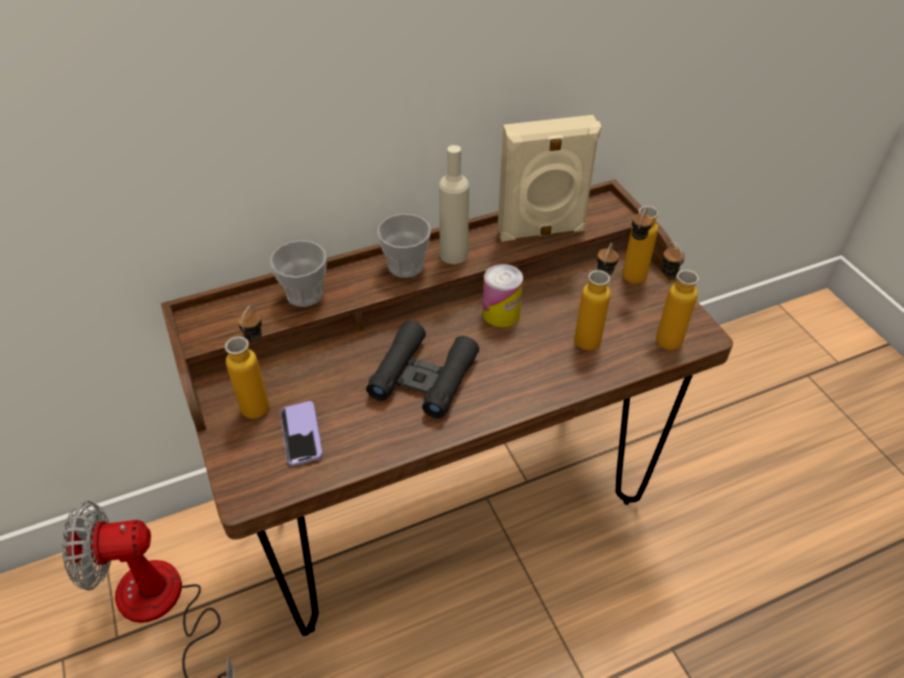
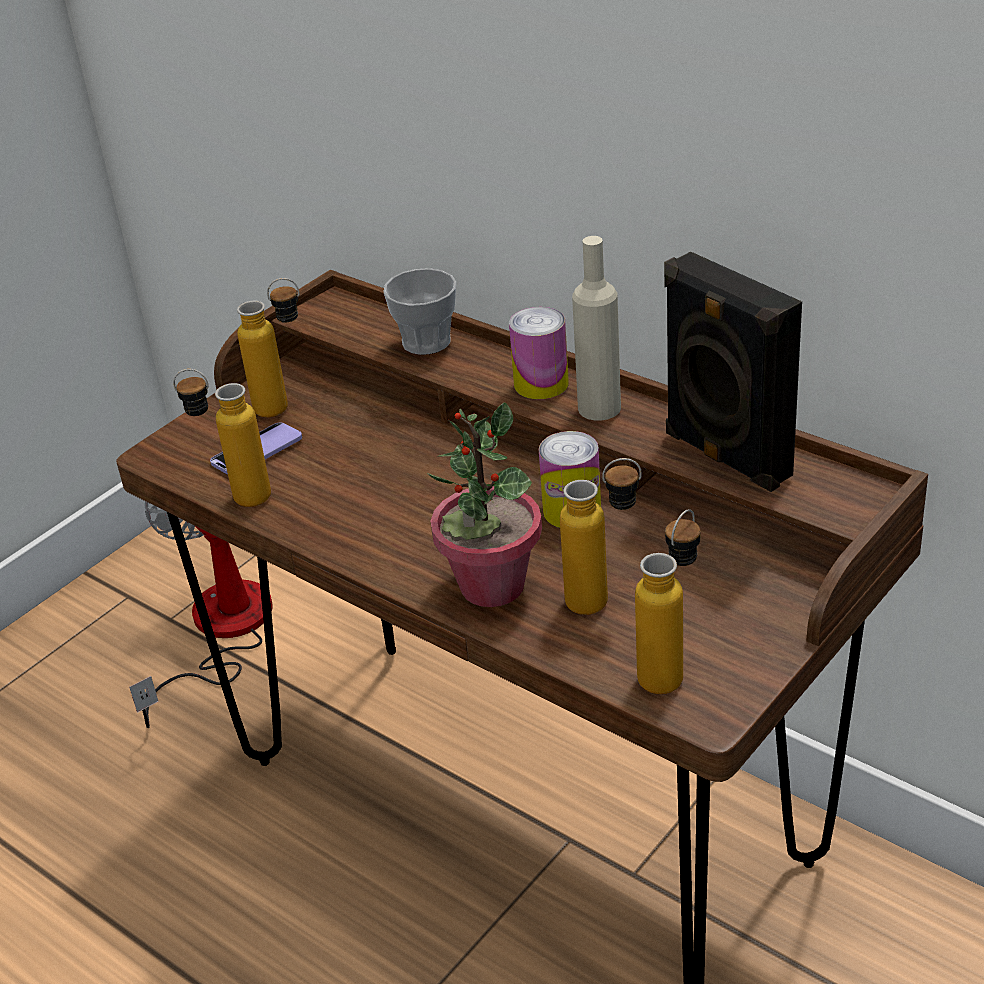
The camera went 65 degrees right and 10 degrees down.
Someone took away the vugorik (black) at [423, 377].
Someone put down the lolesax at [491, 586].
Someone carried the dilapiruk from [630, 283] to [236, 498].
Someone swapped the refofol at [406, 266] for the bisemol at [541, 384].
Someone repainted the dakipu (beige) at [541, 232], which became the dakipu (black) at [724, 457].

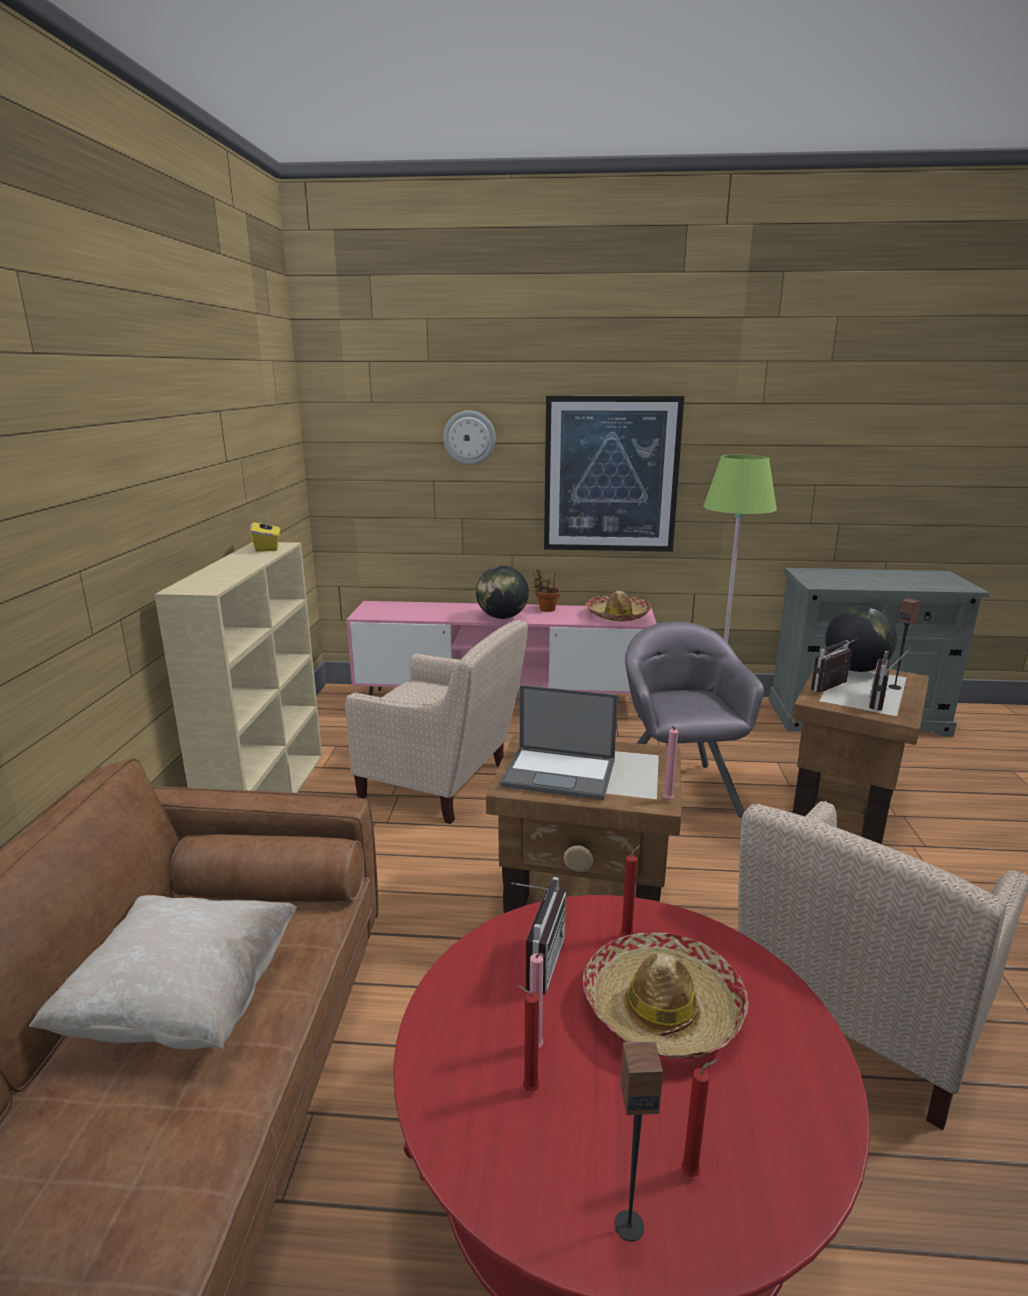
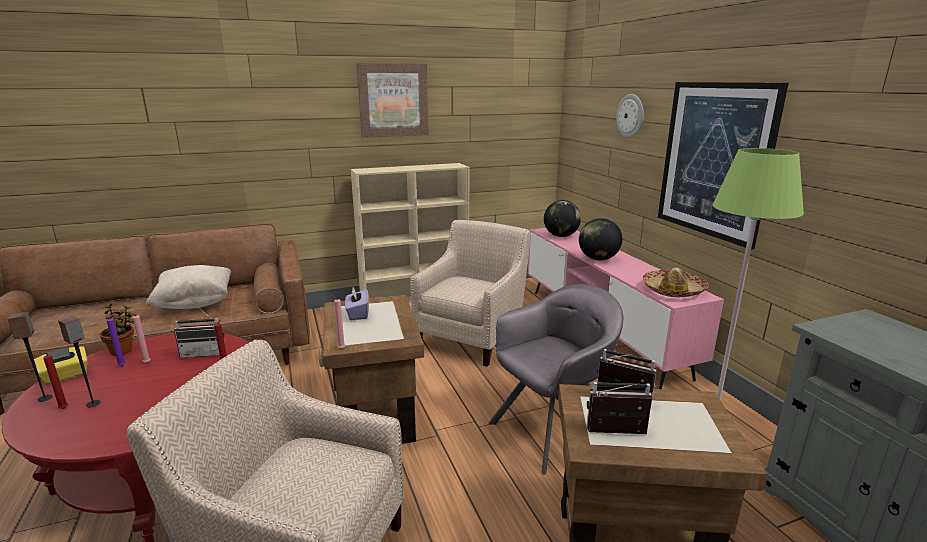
The camera went 65 degrees right and 0 degrees up.
Someone took away the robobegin at [662, 1008].
Someone put up the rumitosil at [393, 100].
Someone carried the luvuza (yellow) from [267, 548] to [66, 376].
Someone carried the lolesax from [545, 609] to [123, 350].
Someone carried the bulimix from [855, 669] to [561, 236].
Someone carried the dakipu from [894, 687] to [93, 404].
Someone swapped the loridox at [561, 773] for the luvuza (purple) at [358, 314].
Someone repainted the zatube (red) at [528, 1089], which became the zatube (purple) at [122, 366].
Someone rotated the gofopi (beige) at [442, 784] by 150 degrees counterclockwise.

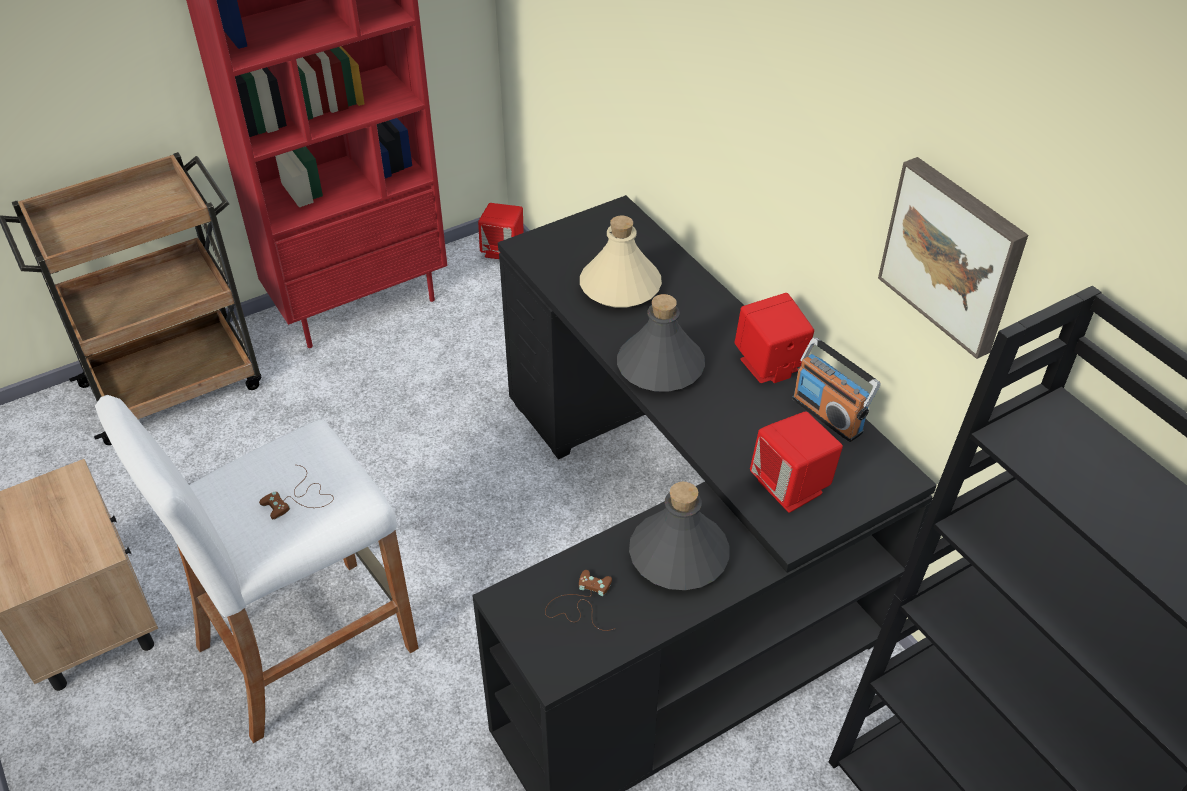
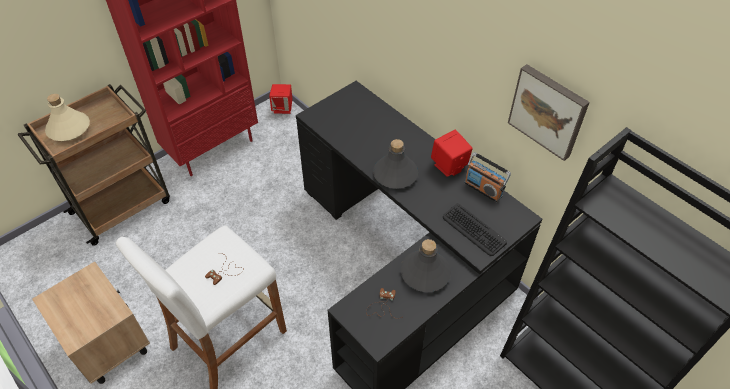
The camera went 10 degrees left and 5 degrees up.
Someone carried the dilapiruk (beige) from [620, 286] to [69, 129].
Someone swapped the dakipu (red) at [791, 487] for the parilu at [473, 230].

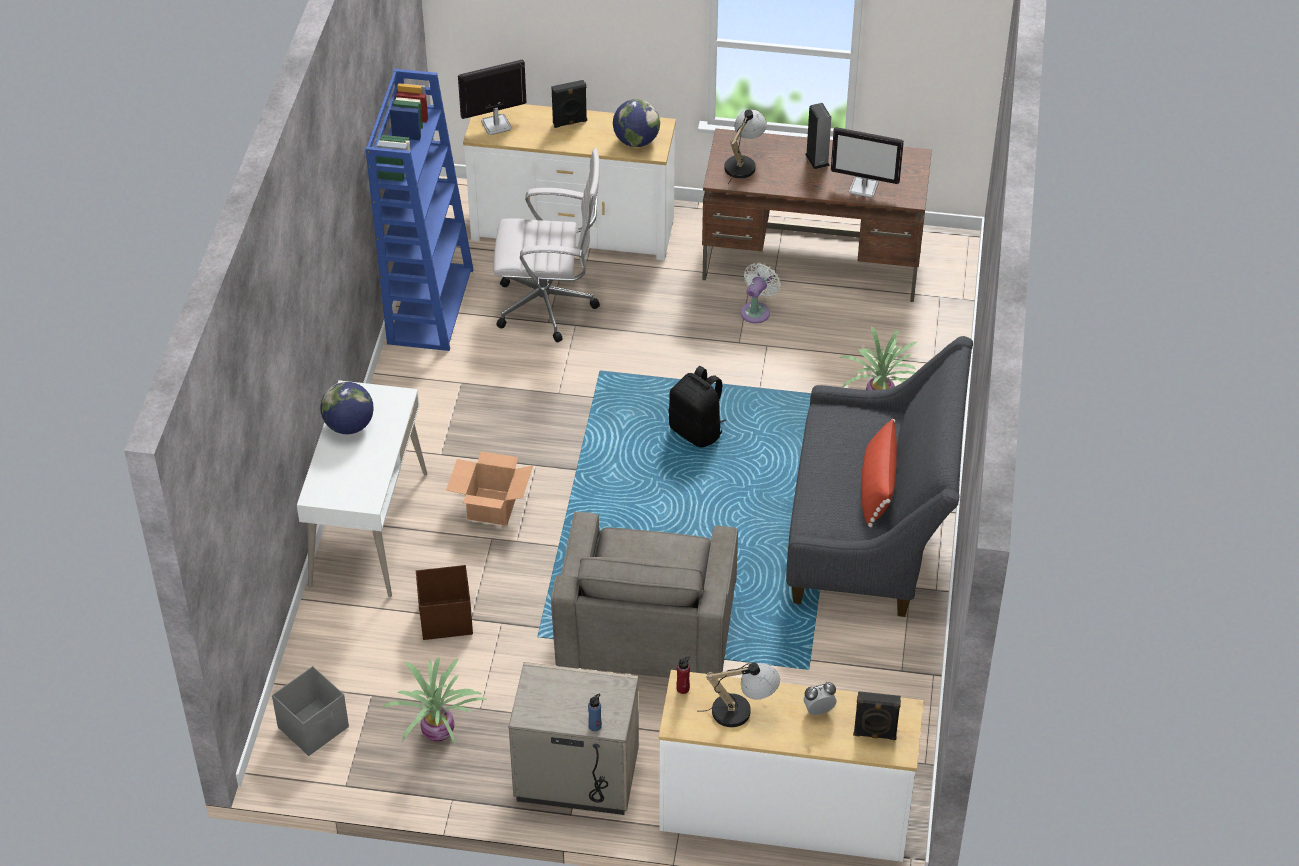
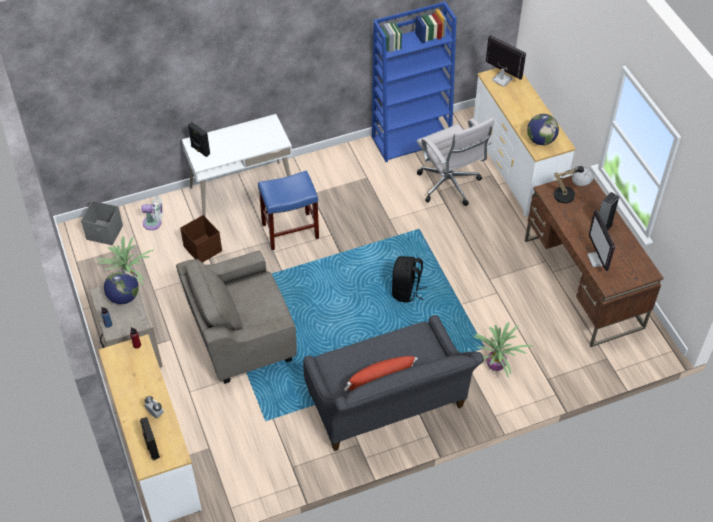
The camera went 60 degrees right and 5 degrees up.
Someone took away the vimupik at [742, 711].
Someone carried the bulimix from [349, 426] to [123, 297].
Someone carried the dakipu (black) from [570, 123] to [200, 150].
Someone carried the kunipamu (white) from [757, 310] to [154, 223].
Someone swapped the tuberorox at [492, 507] for the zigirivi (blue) at [289, 231].

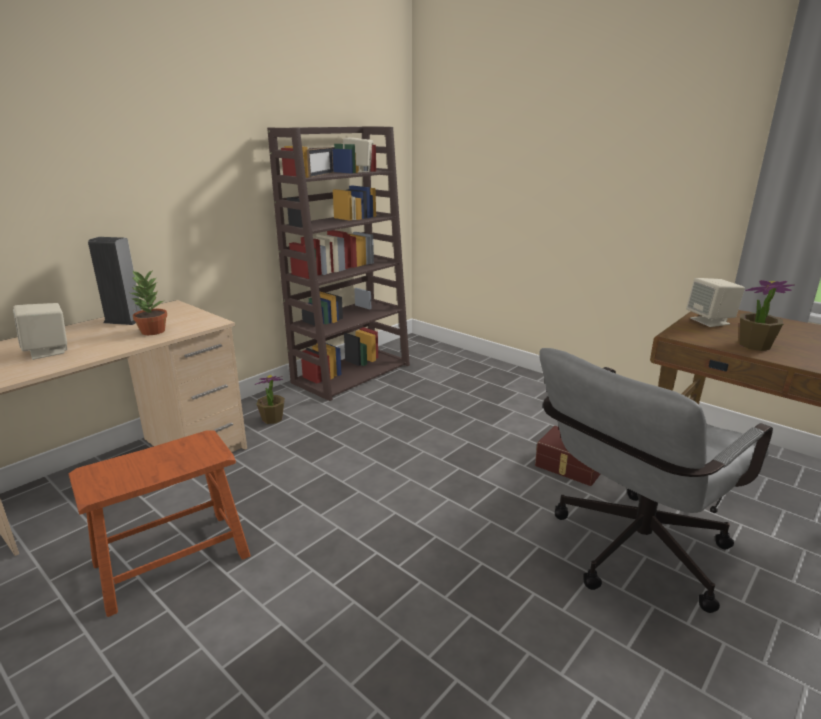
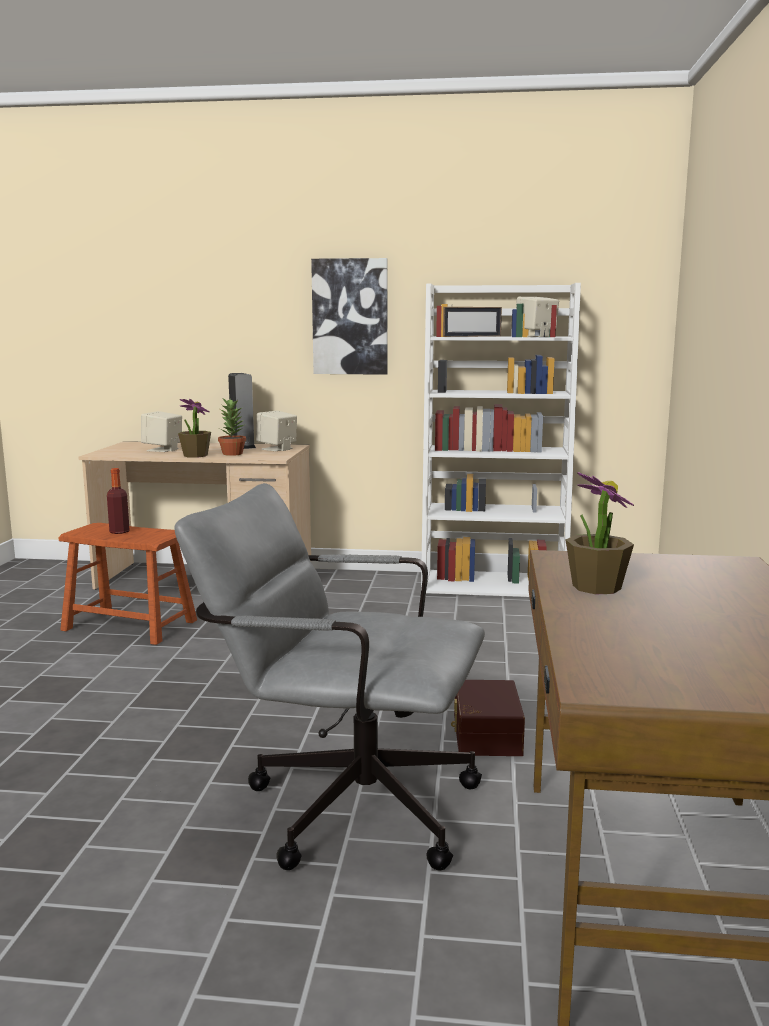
The camera went 55 degrees right and 10 degrees down.
Someone put down the dilapiruk at [119, 531].
Someone put up the rumitosil at [350, 317].
Someone carried the lolesax from [272, 419] to [195, 455].
Someone carried the dakipu (beige) from [710, 321] to [277, 449].
Someone repainted the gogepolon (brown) at [352, 373], which became the gogepolon (white) at [494, 587].

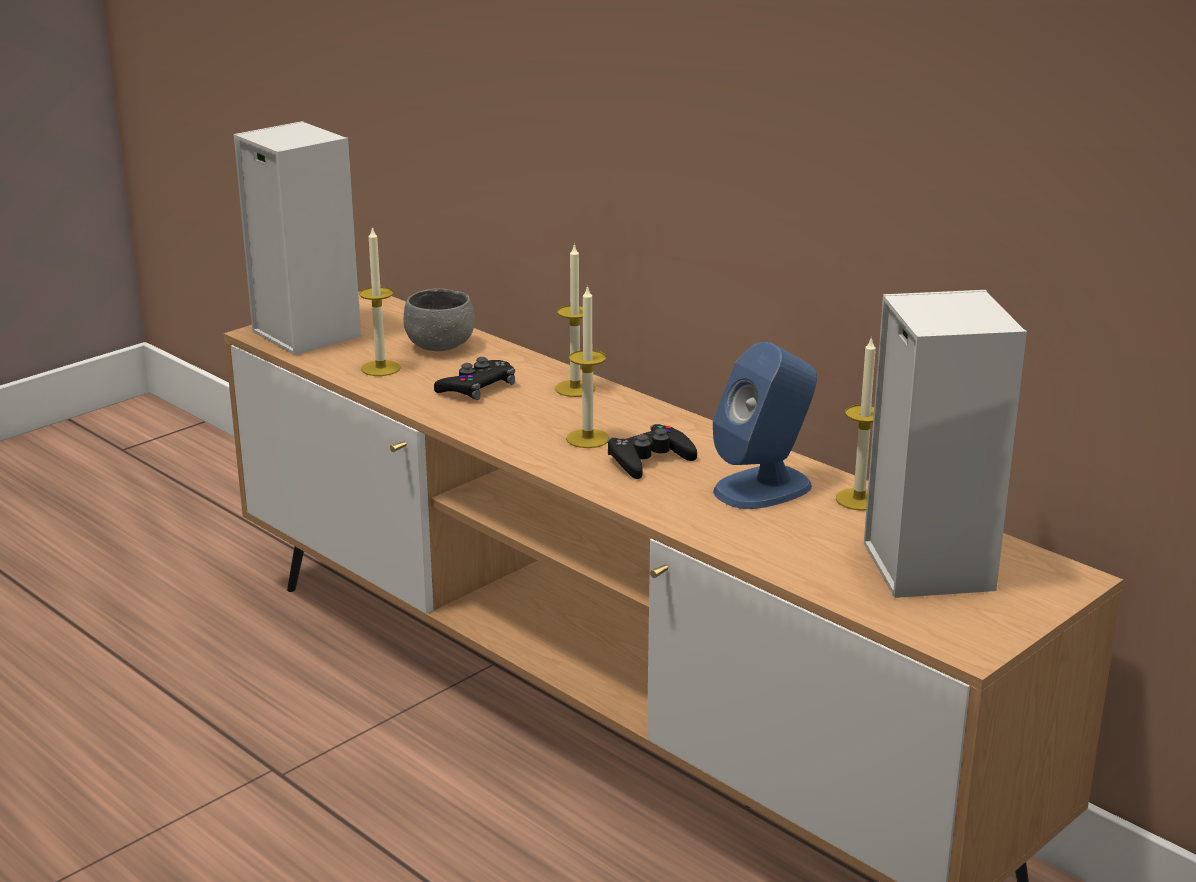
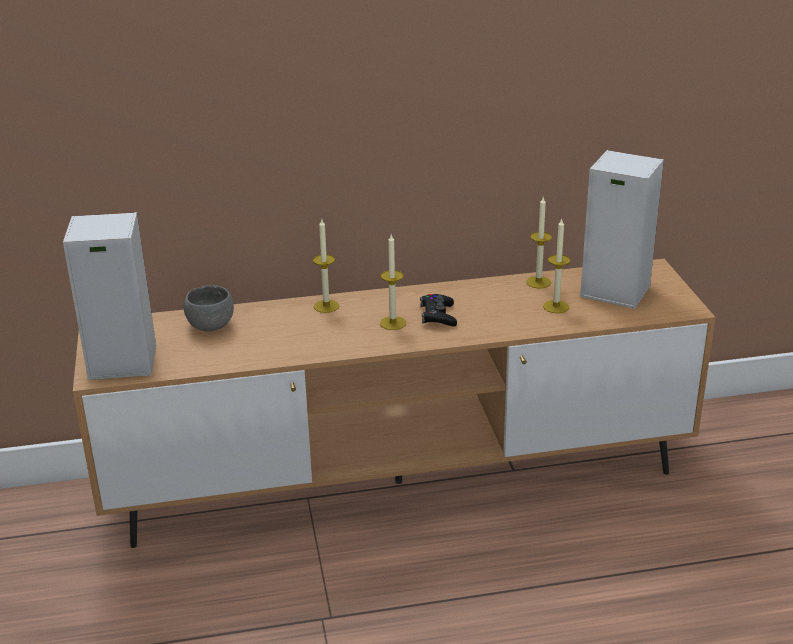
The camera went 55 degrees left and 5 degrees up.
Someone took away the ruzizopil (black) at [477, 388].
Someone took away the dakipu (blue) at [763, 488].
Someone carried the zatube from [380, 368] to [556, 306].

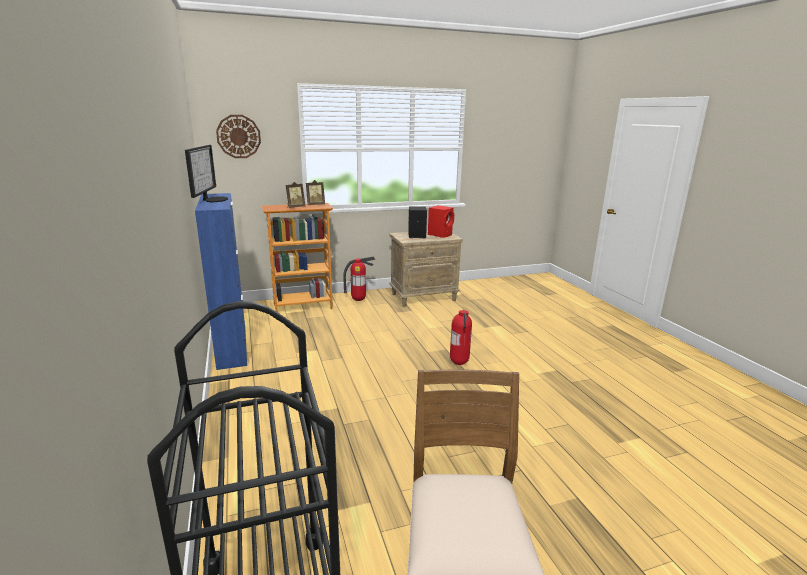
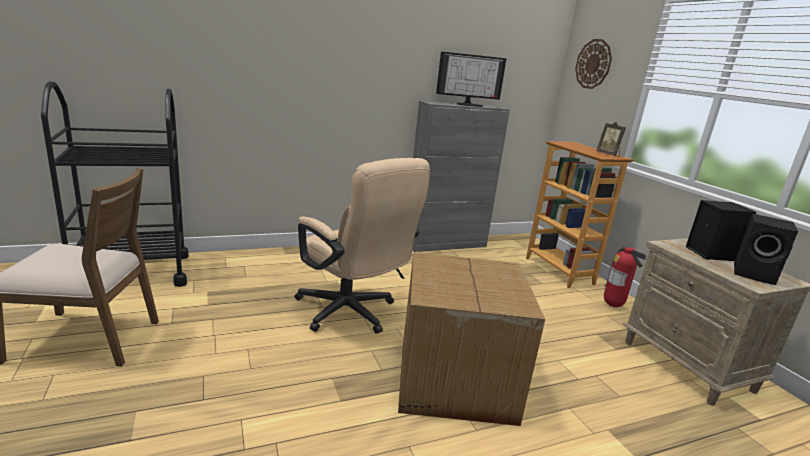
The camera went 85 degrees right and 0 degrees up.
Someone took away the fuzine at [295, 207].
Someone put down the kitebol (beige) at [351, 314].
Someone swapped the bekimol at [459, 363] for the tuberorox at [453, 380].
Someone repainted the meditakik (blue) at [232, 347], which became the meditakik (grey) at [446, 244].
Someone repainted the dakipu (red) at [440, 234], which became the dakipu (black) at [755, 274].

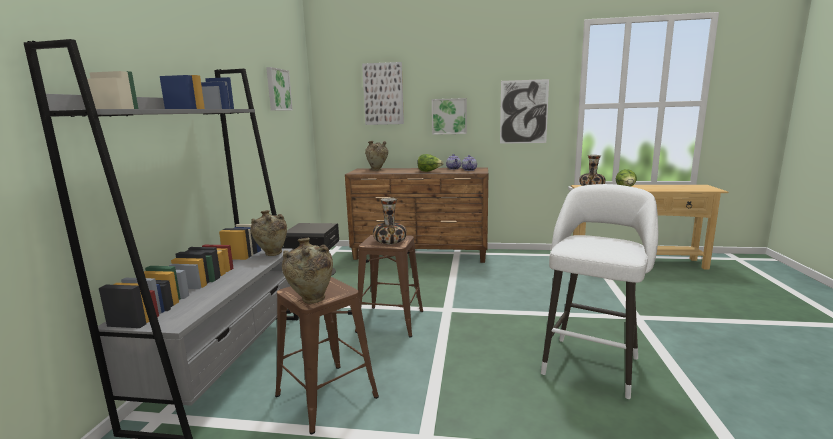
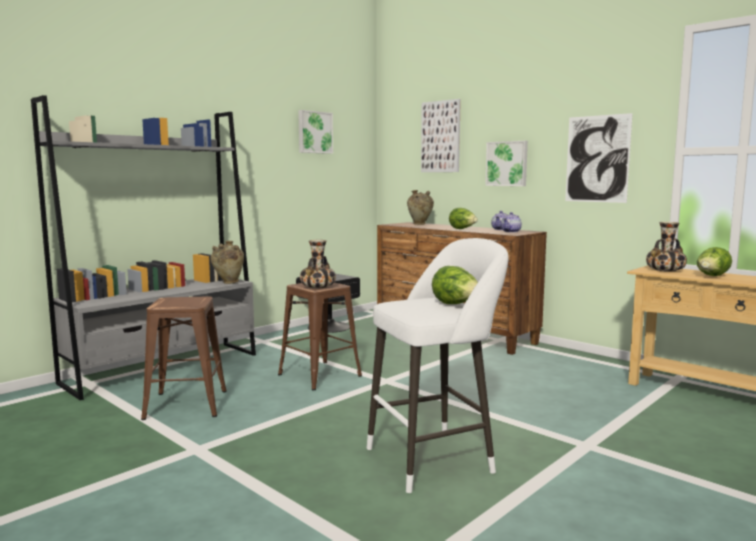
The camera went 35 degrees right and 5 degrees down.
Someone took away the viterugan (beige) at [311, 301].
Someone put down the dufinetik at [456, 305].

